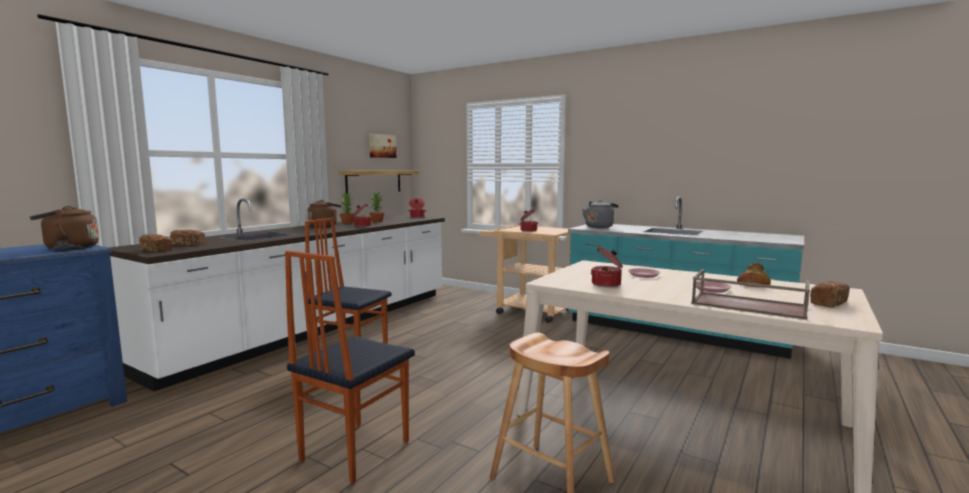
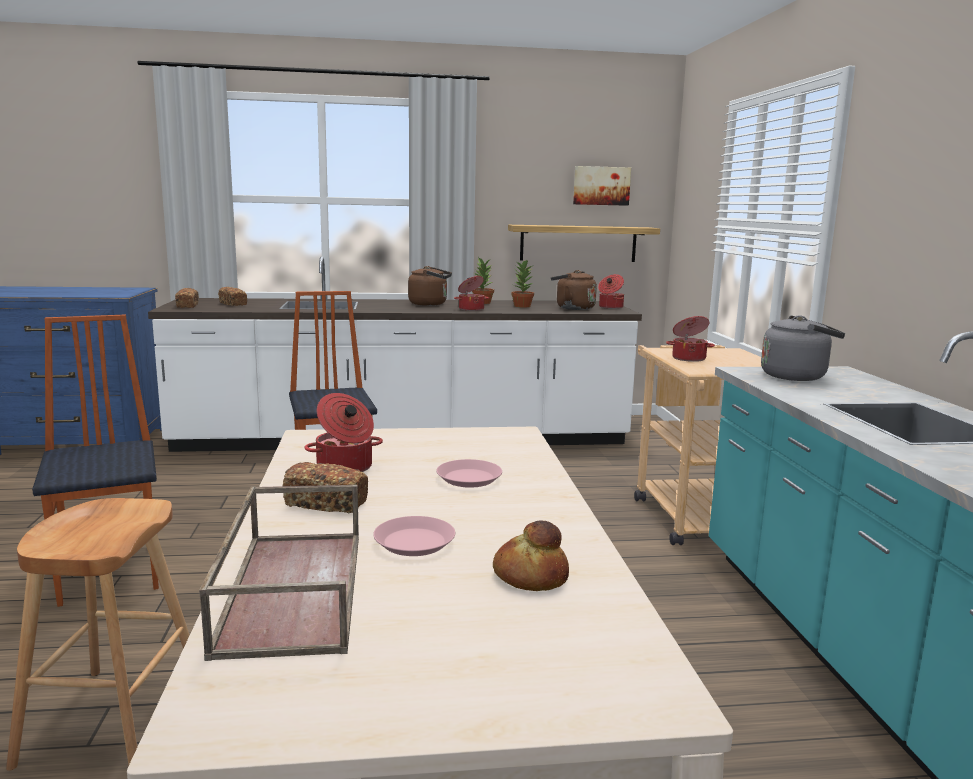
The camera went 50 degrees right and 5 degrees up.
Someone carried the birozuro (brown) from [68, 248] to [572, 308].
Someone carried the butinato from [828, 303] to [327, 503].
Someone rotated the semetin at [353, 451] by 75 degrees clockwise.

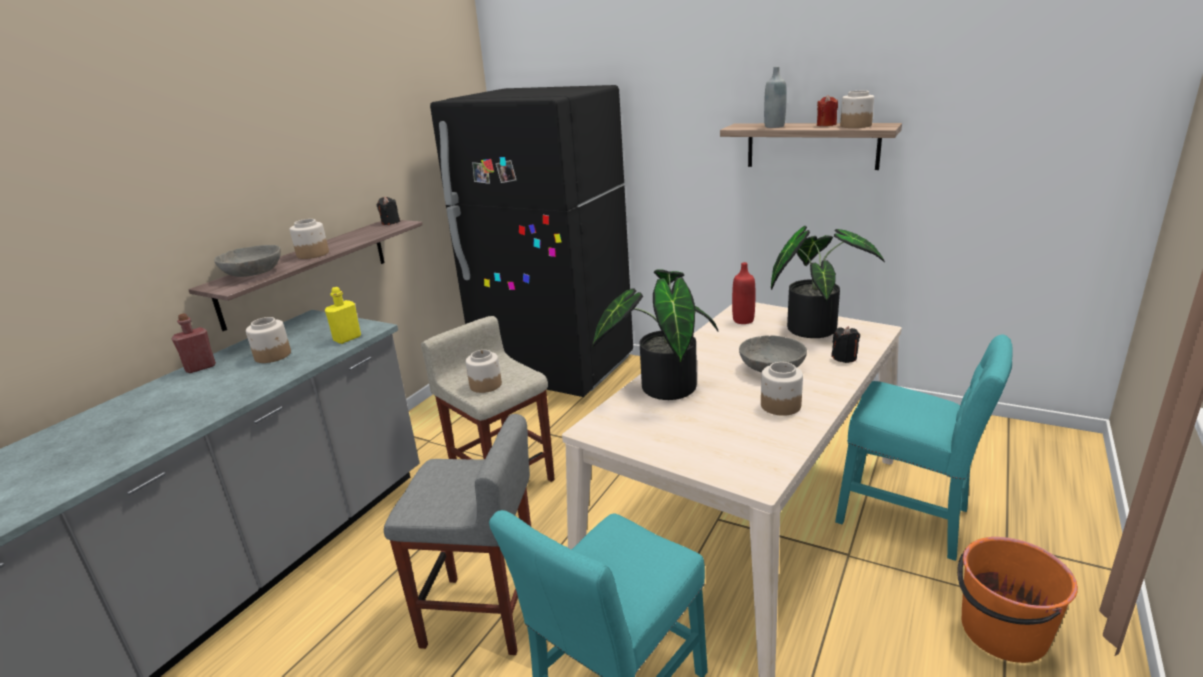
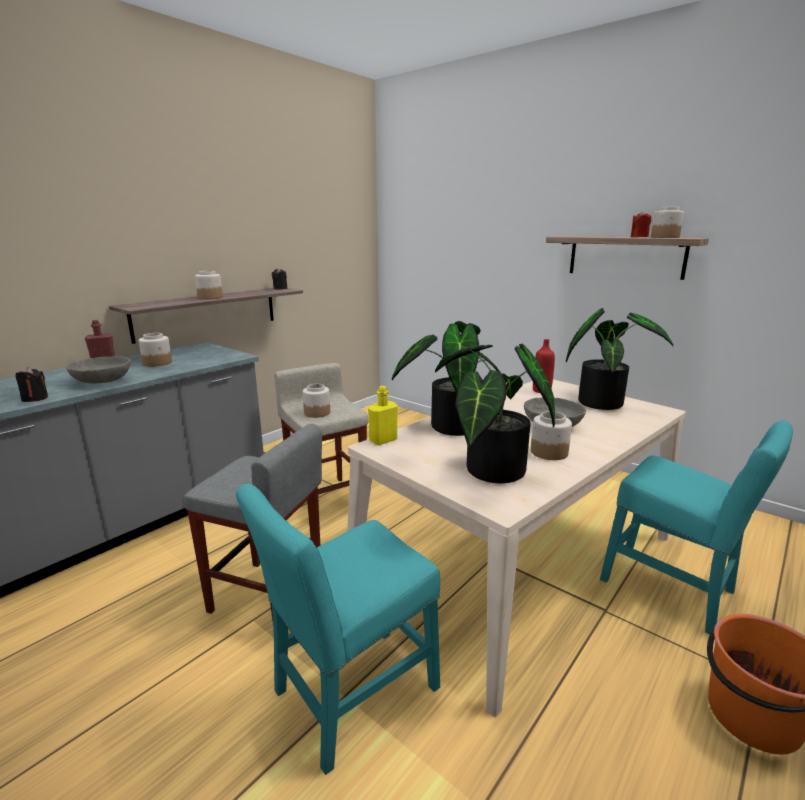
The camera went 10 degrees right and 5 degrees down.
Someone took away the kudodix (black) at [555, 369].
Someone took away the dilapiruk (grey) at [774, 126].
Someone put down the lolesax at [489, 472].
Someone carried the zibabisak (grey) from [253, 274] to [102, 381].
Someone carried the dilapiruk (yellow) from [347, 338] to [383, 440].
Someone carried the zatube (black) from [844, 358] to [35, 398].

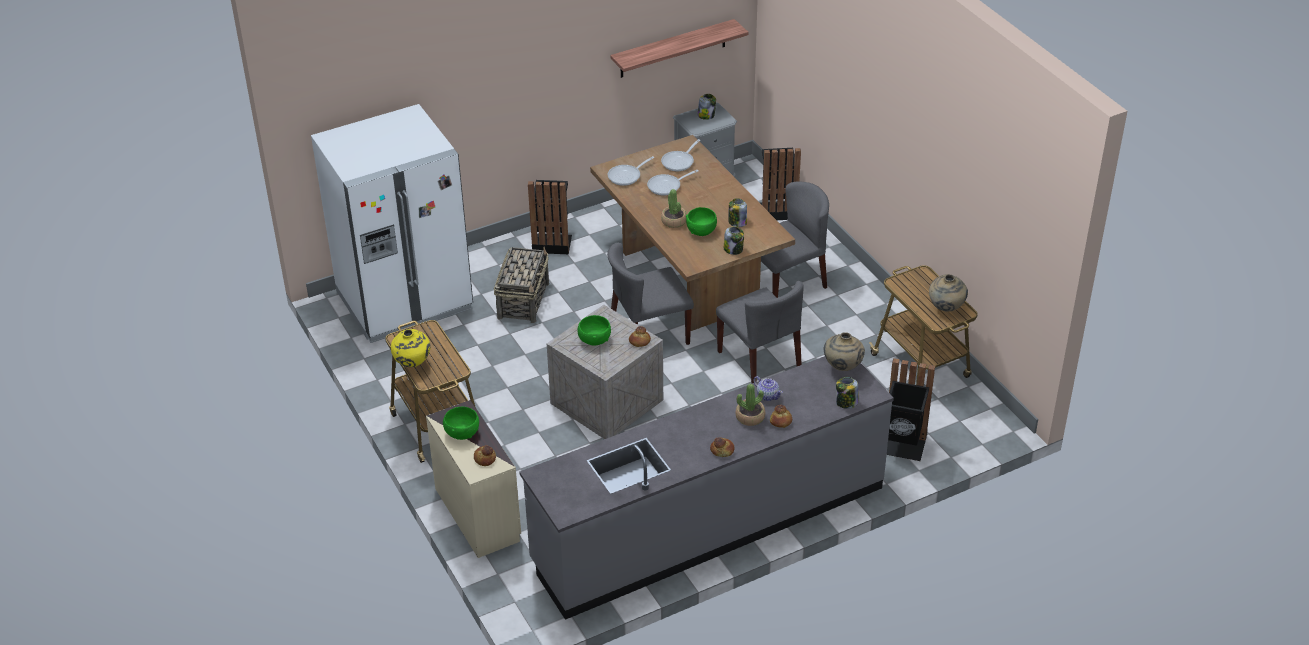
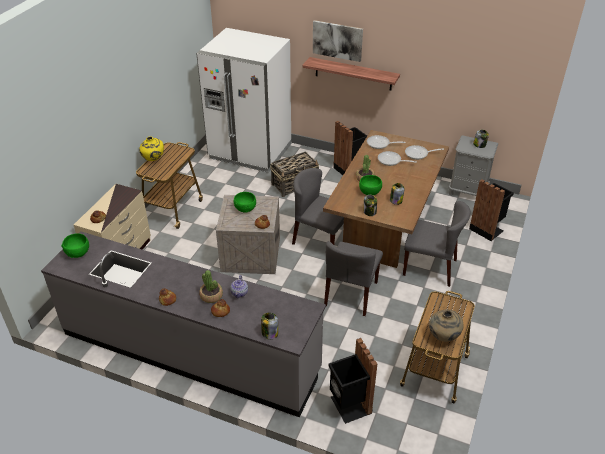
The camera went 50 degrees right and 0 degrees up.
Someone took away the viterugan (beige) at [842, 368].
Someone put up the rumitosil at [337, 40].
Someone carried the zibabisak (green) from [461, 433] to [78, 252].
Someone carried the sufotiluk from [673, 49] to [353, 74].

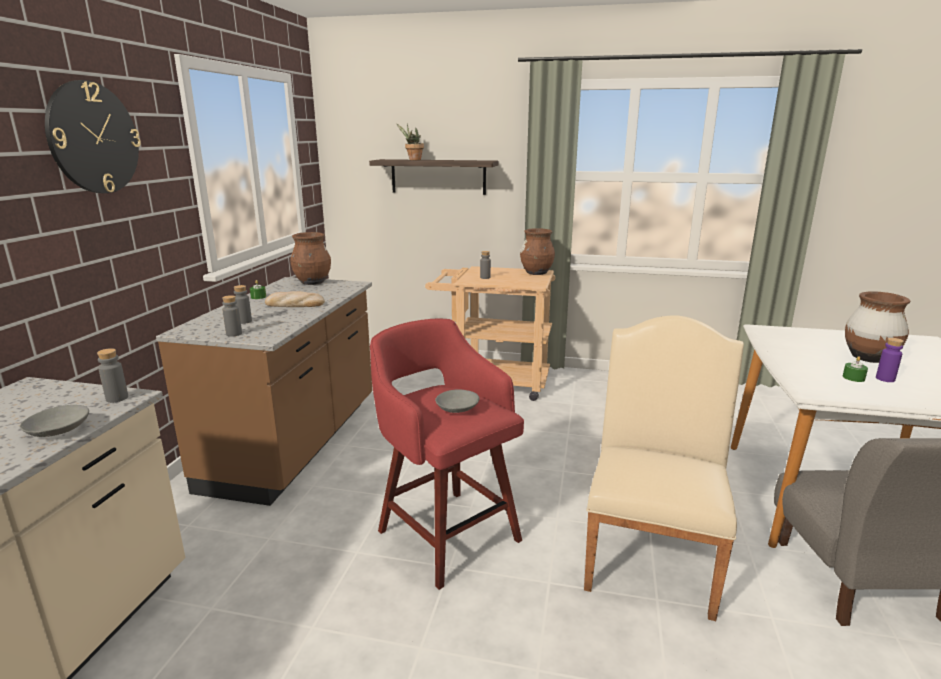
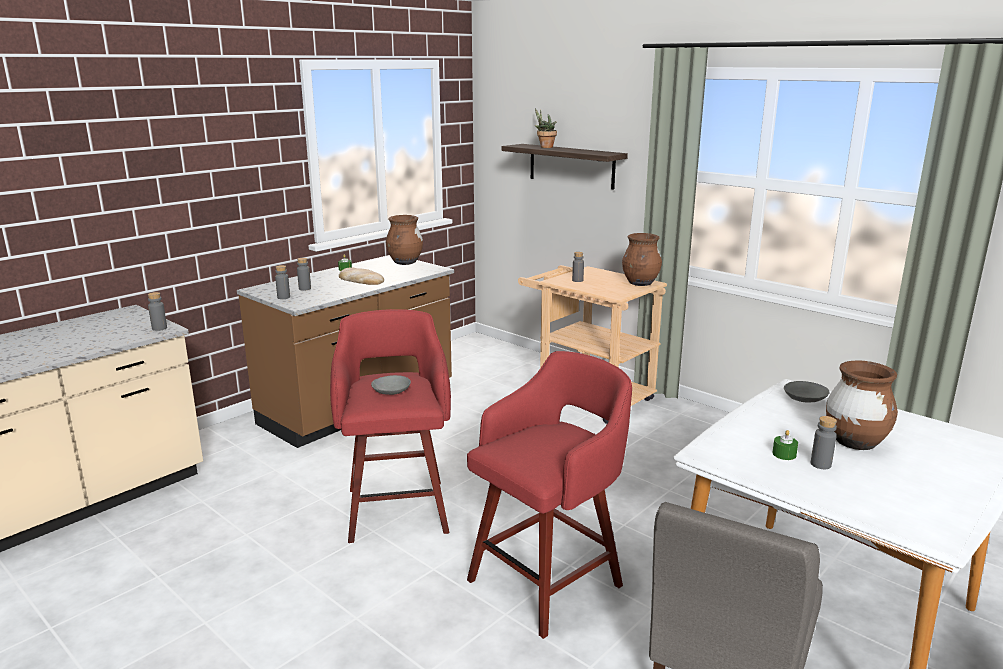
The camera went 30 degrees right and 0 degrees up.
Someone took away the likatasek at [93, 138].
Someone carried the zibabisak (grey) from [57, 431] to [804, 399].
Someone swapped the semetin (beige) at [651, 552] for the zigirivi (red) at [548, 581].
Someone repainted the dilapiruk (purple) at [885, 379], which became the dilapiruk (grey) at [820, 464].

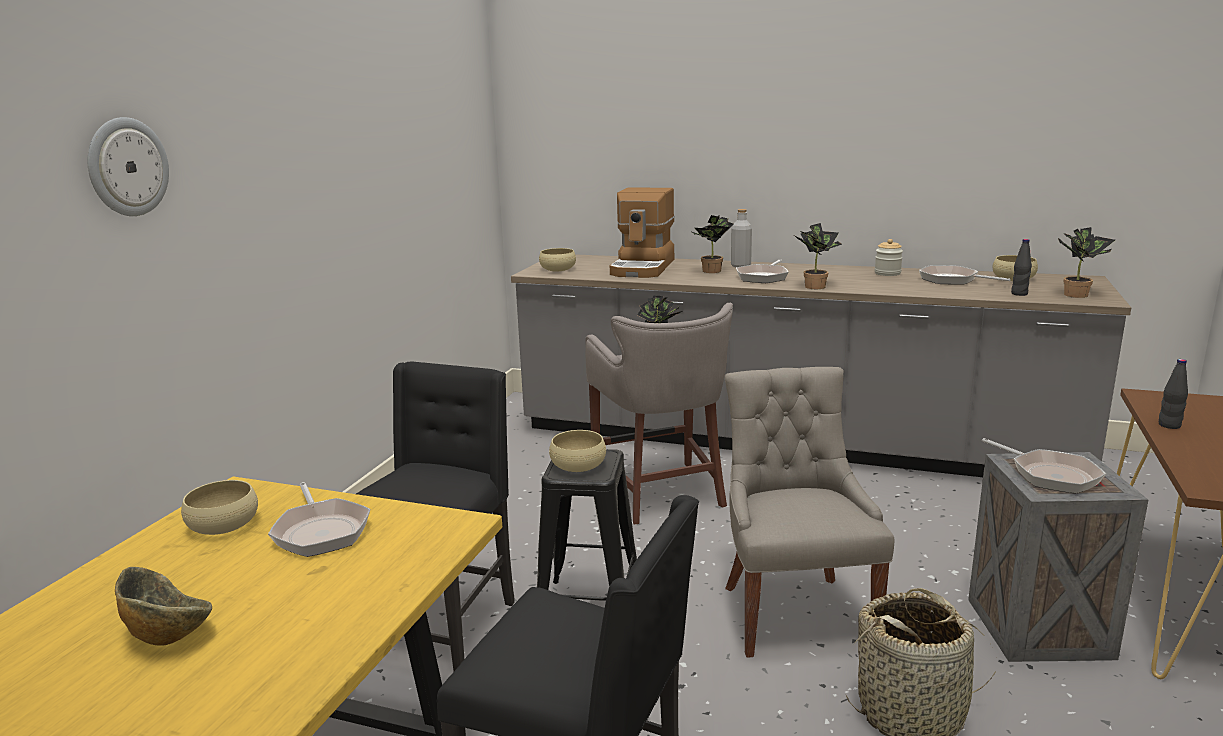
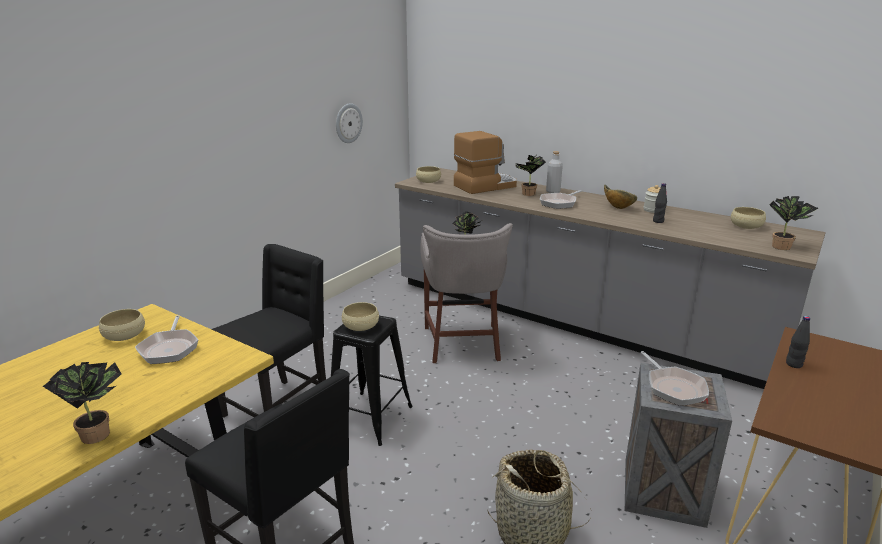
The camera went 15 degrees right and 5 degrees up.
Someone took away the semetin (grey) at [794, 612].
Someone took away the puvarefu at [952, 280].
Someone carried the likatasek from [127, 167] to [348, 123].
Someone carried the zibabisak from [167, 634] to [617, 207].
Someone carried the lolesax from [815, 286] to [99, 433].
Someone carried the dilapiruk (black) from [1019, 294] to [658, 221].
Someone rotated the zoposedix at [643, 268] by 150 degrees counterclockwise.

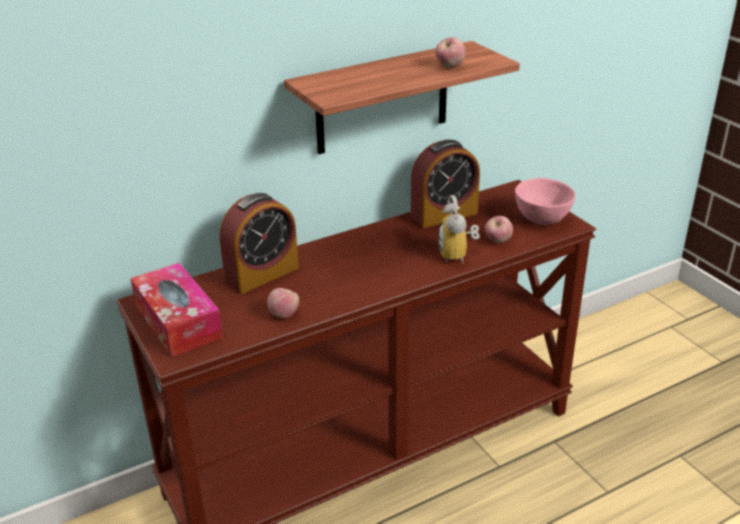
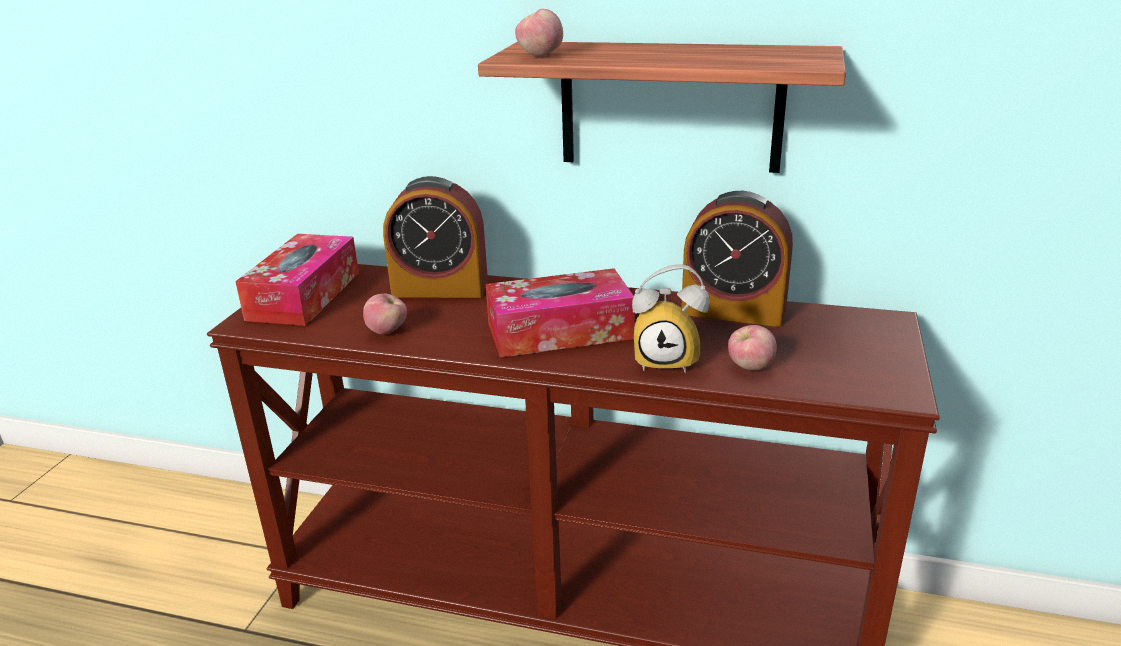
The camera went 45 degrees right and 5 degrees down.
Someone took away the zibabisak (pink) at [541, 219].
Someone put down the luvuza at [559, 331].
Someone carried the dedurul from [450, 67] to [540, 56].
Someone rotated the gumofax at [458, 255] by 120 degrees counterclockwise.

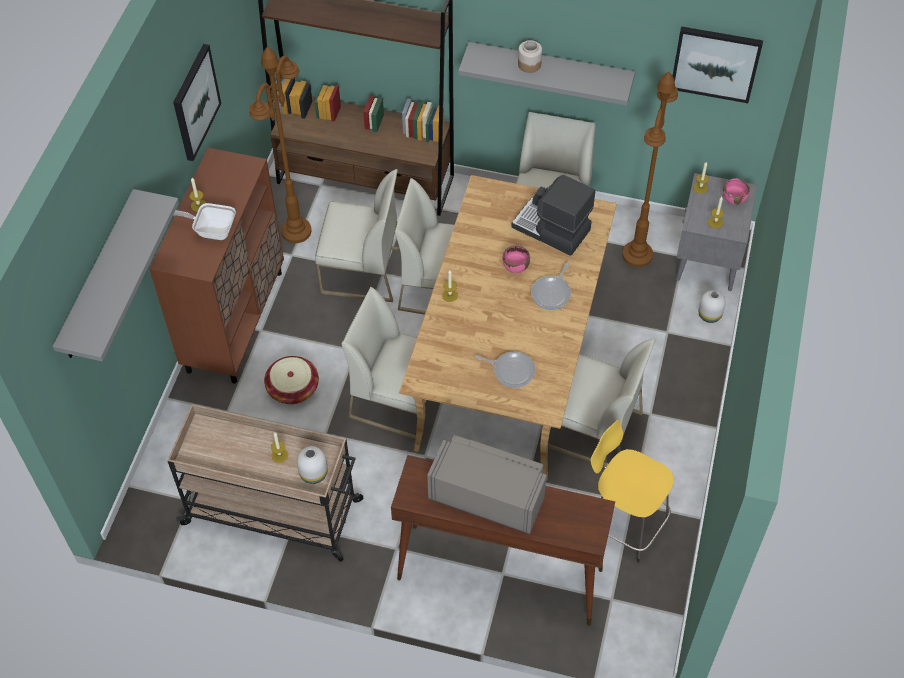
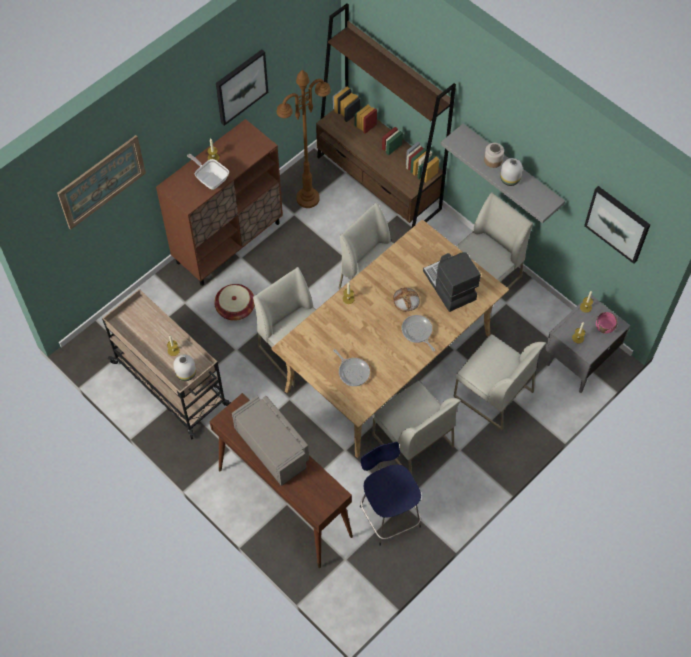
The camera went 30 degrees right and 5 degrees up.
Someone took away the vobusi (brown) at [637, 254].
Someone carried the semetin (white) from [362, 271] to [492, 394].
Someone carried the viterugan (white) from [709, 314] to [510, 179].
Someone swapped the sufotiluk (grey) at [98, 277] for the rumitosil at [102, 181].
Someone swapped the zibabisak (pink) at [515, 267] for the butinato at [406, 301].
Someone repainted the zigirivi (yellow) at [624, 523], which became the zigirivi (blue) at [389, 514].
Someone rotated the puvarefu at [552, 293] by 90 degrees clockwise.

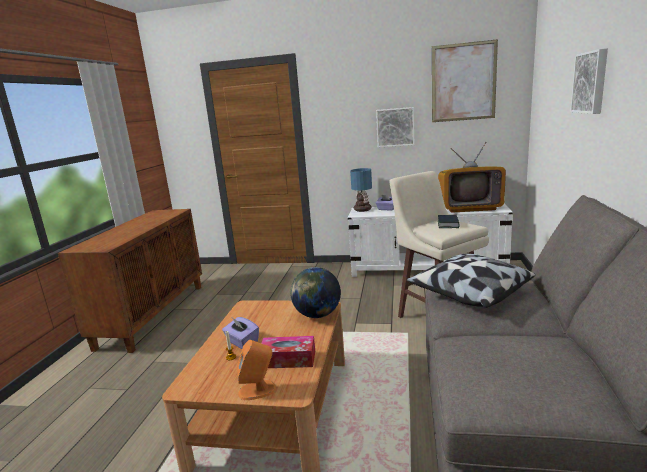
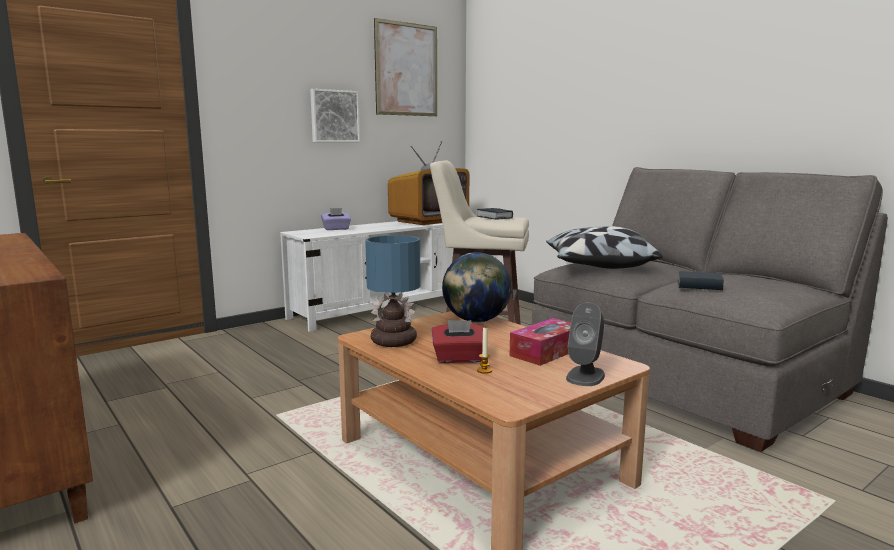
The camera went 50 degrees left and 5 degrees down.
Someone took away the rumitosil at [591, 82].
Someone put down the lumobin at [699, 286].
Someone carried the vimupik from [363, 210] to [395, 341].
Someone repainted the luvuza (purple) at [242, 342], which became the luvuza (red) at [459, 358].
Someone repainted the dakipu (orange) at [257, 390], which became the dakipu (grey) at [585, 376].

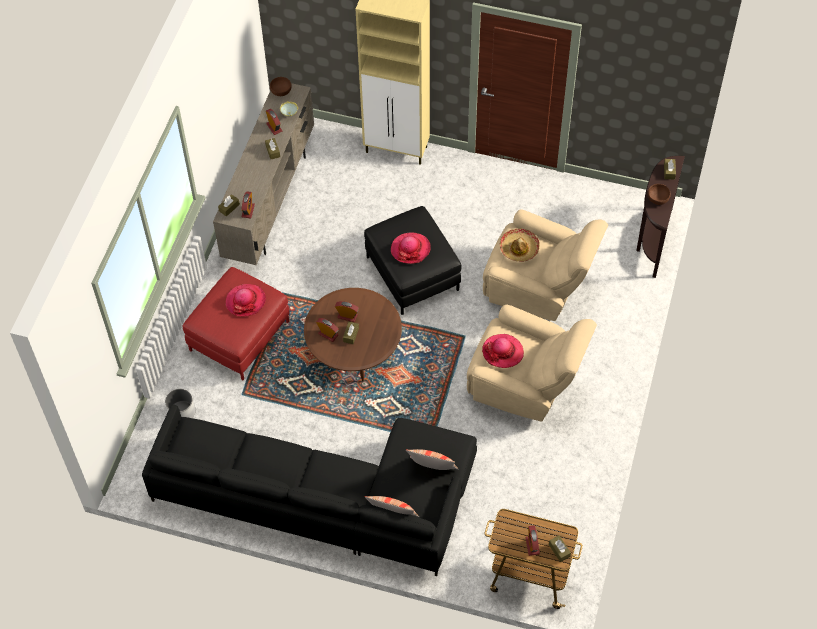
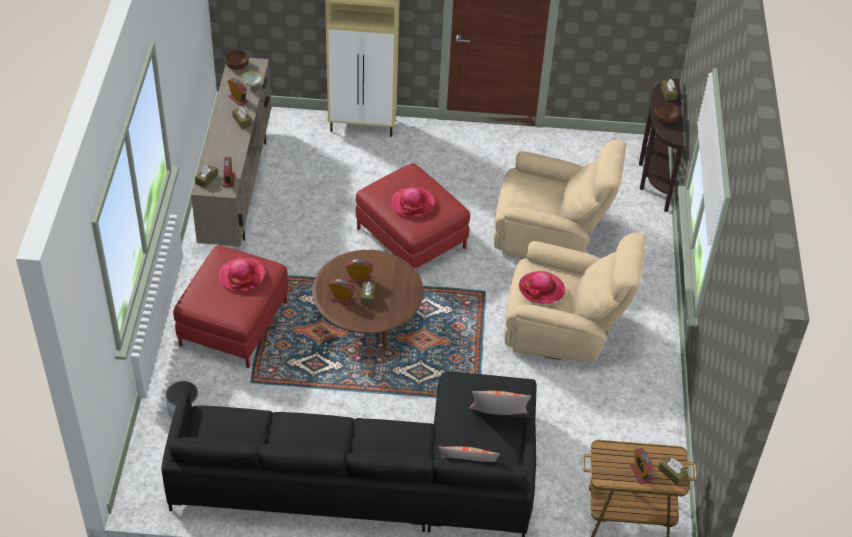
The camera went 15 degrees left and 10 degrees down.
Someone took away the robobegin at [519, 248].
Someone repainted the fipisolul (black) at [412, 273], which became the fipisolul (red) at [411, 238].

